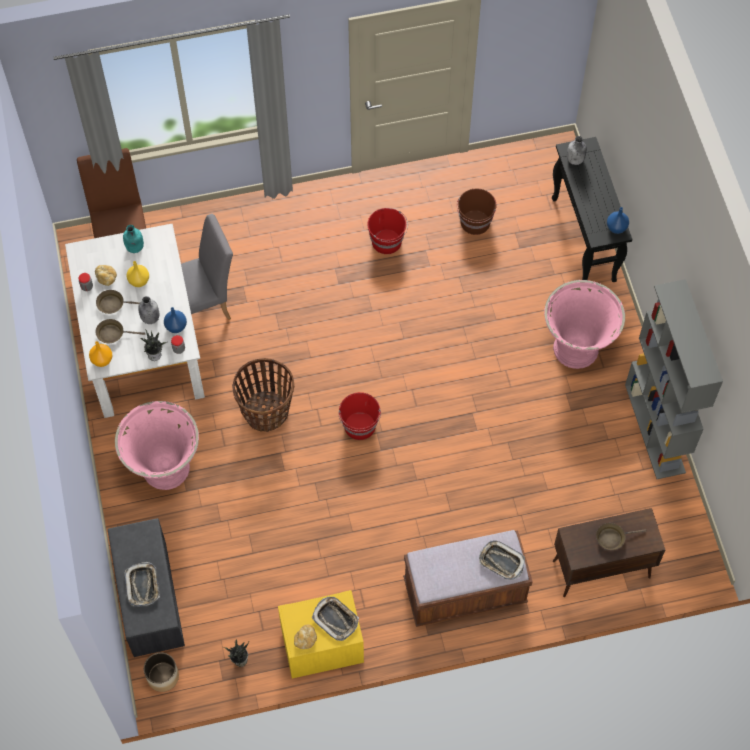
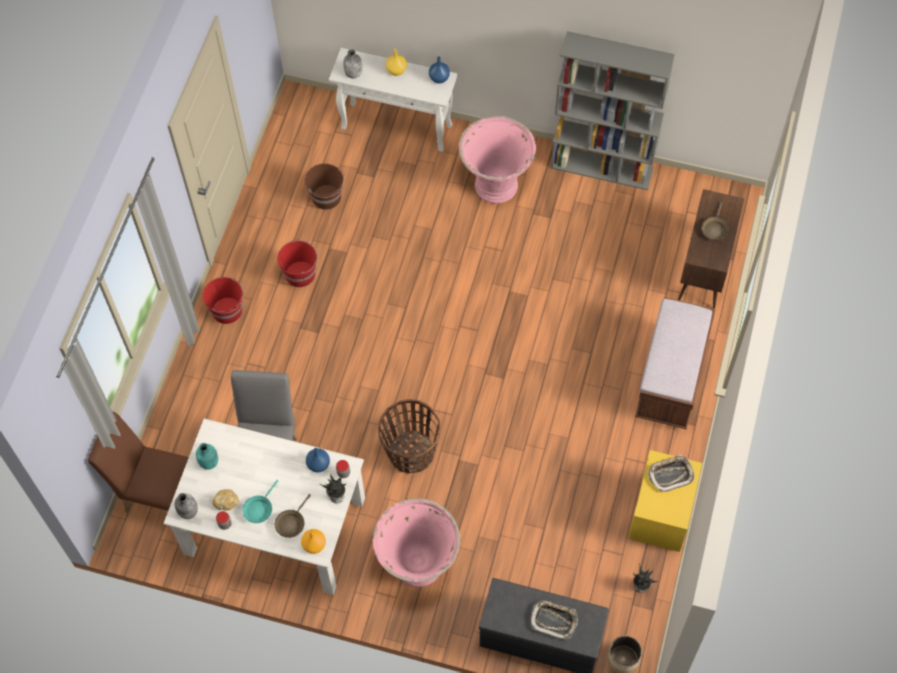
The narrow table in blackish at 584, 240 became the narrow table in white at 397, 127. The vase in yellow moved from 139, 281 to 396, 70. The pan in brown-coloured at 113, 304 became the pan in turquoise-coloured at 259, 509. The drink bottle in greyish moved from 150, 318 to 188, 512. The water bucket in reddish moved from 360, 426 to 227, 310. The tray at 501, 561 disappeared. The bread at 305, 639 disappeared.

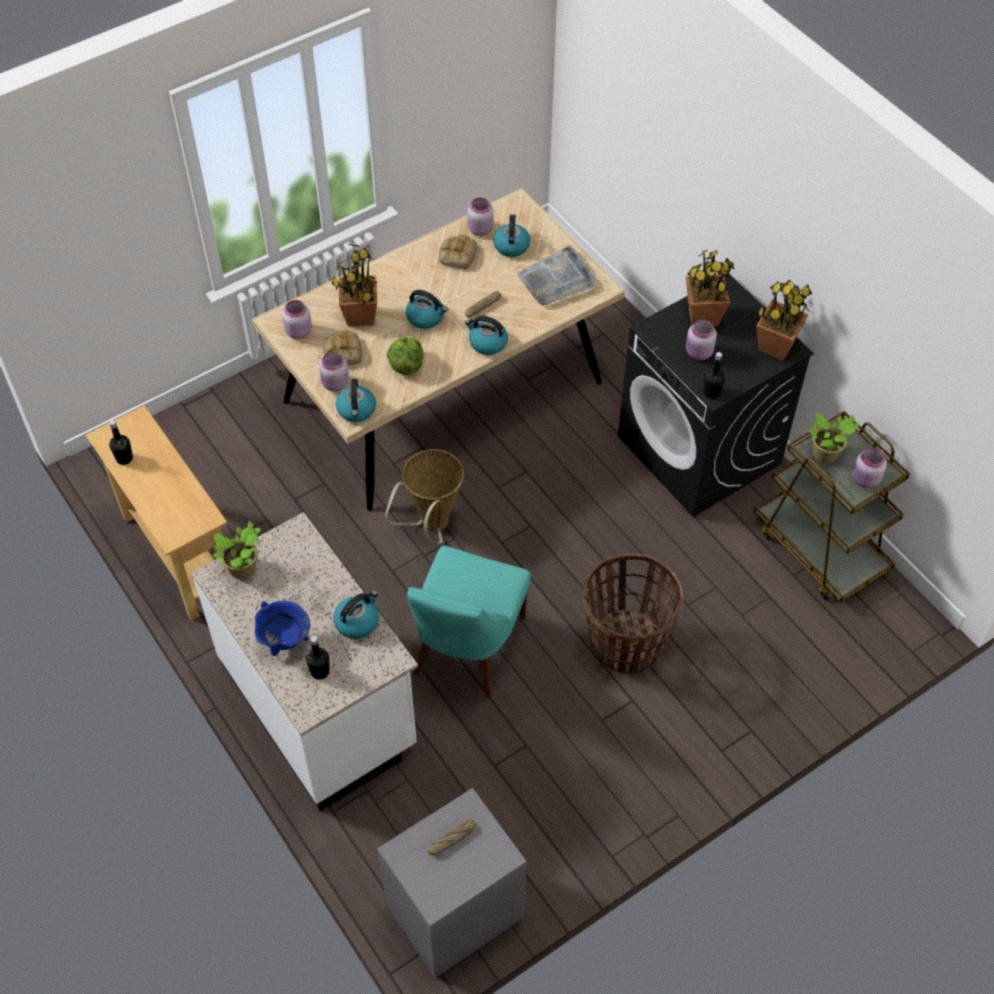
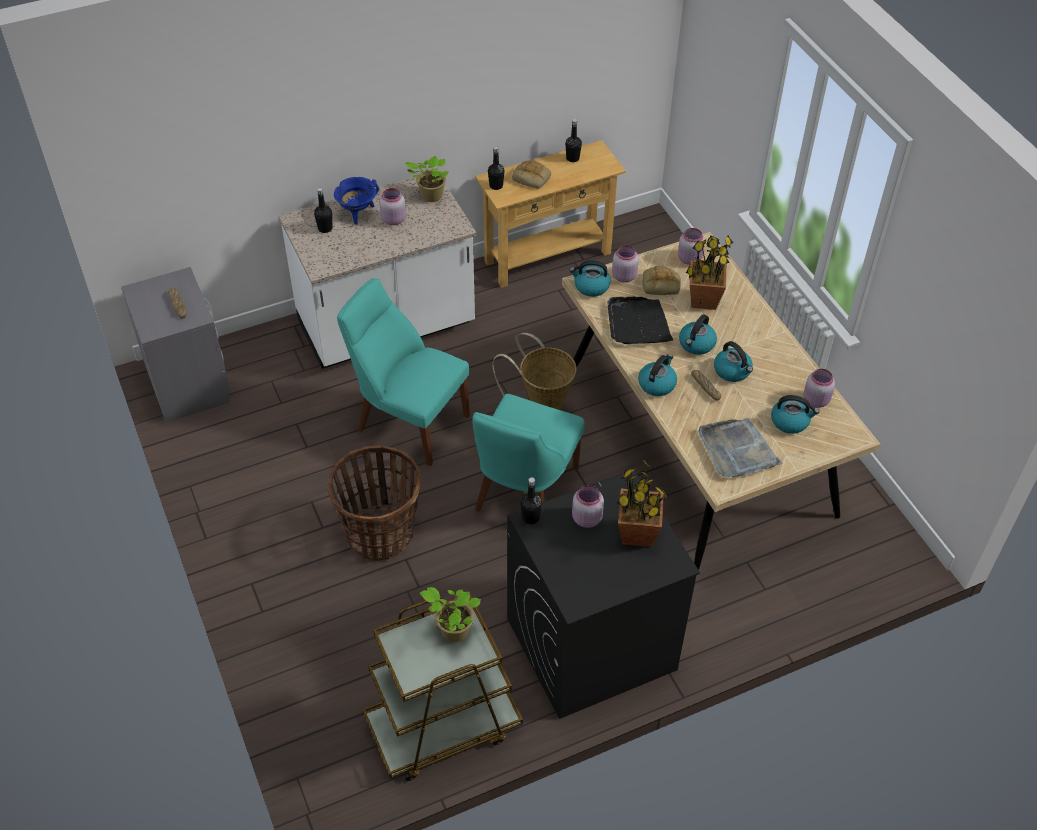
The bread moved from 457, 254 to 532, 177. The houseplant at 775, 346 disappeared. The lettuce head at 406, 365 was replaced by the tray in blackish at 637, 324. The preserve jar in pink-coloured moved from 865, 480 to 393, 219. The kettle moved from 357, 621 to 732, 371. The drink bottle in blackish at 496, 186 appeared. The chair in turquoise-coloured at 523, 492 appeared.

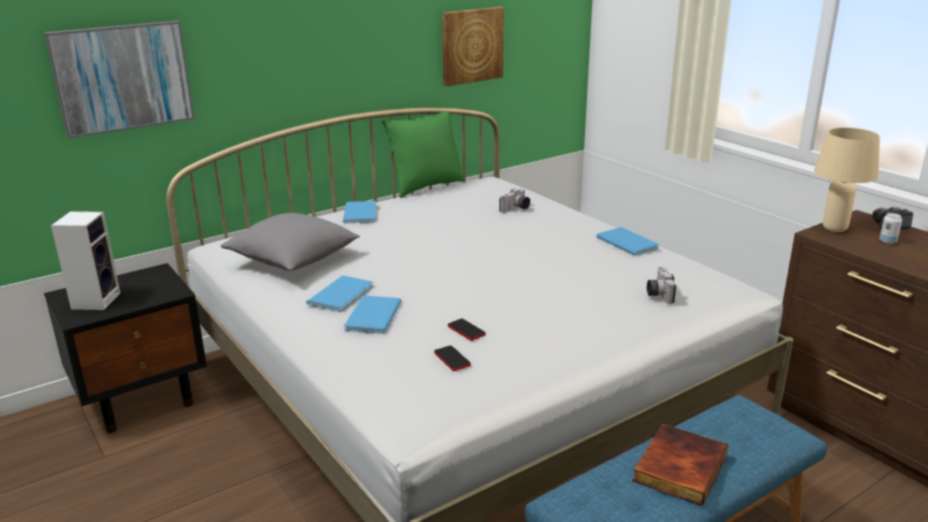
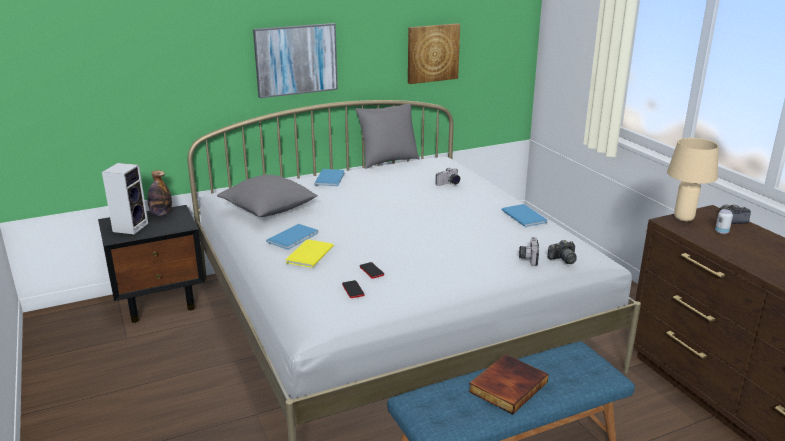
The picture moved from 122, 77 to 296, 59. The cushion in greenish at 425, 187 became the cushion in greyish at 388, 161. The volume in bluish at 371, 316 became the volume in yellow at 308, 255. The drink bottle at 161, 214 appeared. The photo camera at 563, 259 appeared.

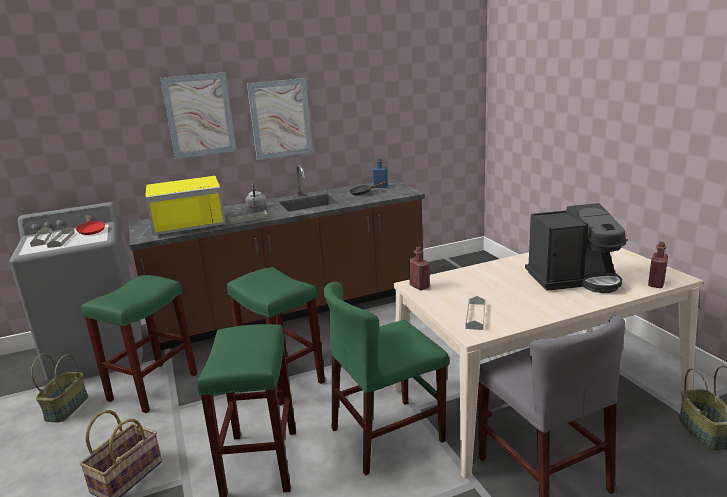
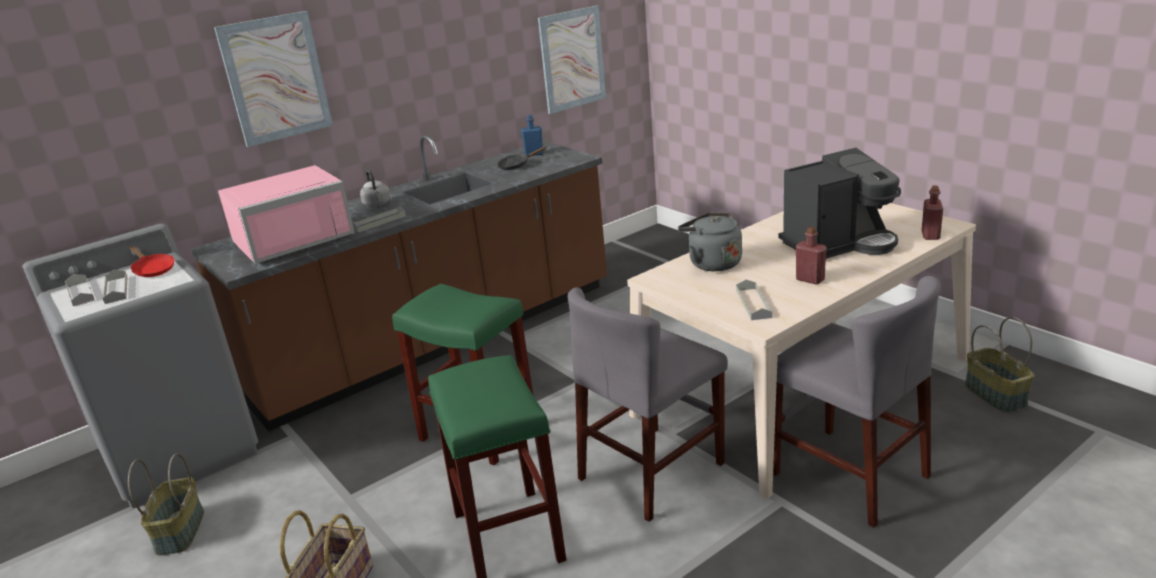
The picture moved from 280, 119 to 572, 59. The microwave in yellow at 189, 222 became the microwave in pink-coloured at 292, 238. The drink bottle in reddish moved from 419, 286 to 810, 279. The sitting stool in greenish at 153, 386 disappeared. The chair in greenish at 387, 435 became the chair in greyish at 651, 471. The kettle in greyish at 712, 263 appeared.

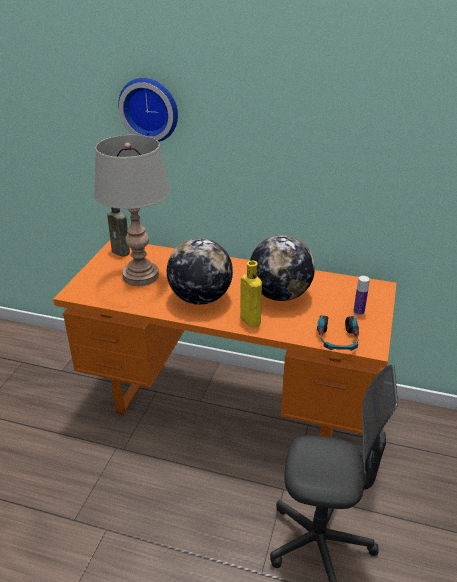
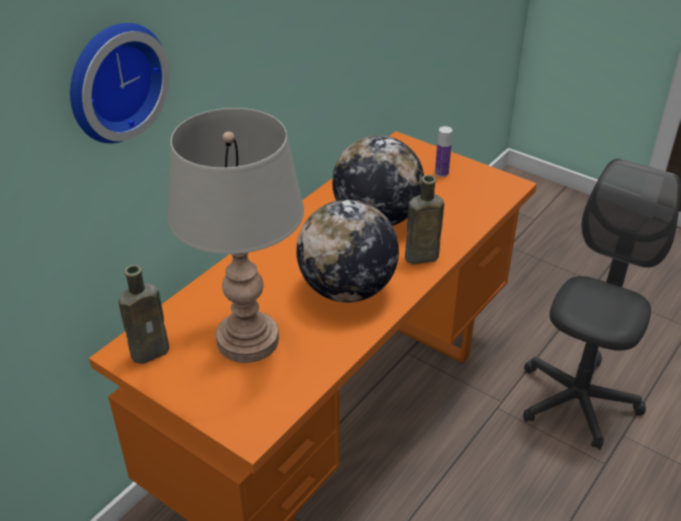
The drink bottle in yellow at 249, 319 became the drink bottle in brown-coloured at 419, 257. The headphones at 337, 340 disappeared.

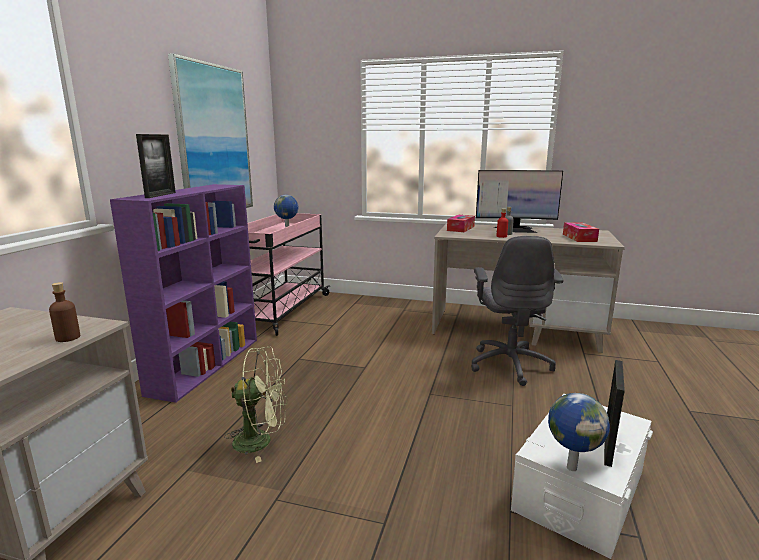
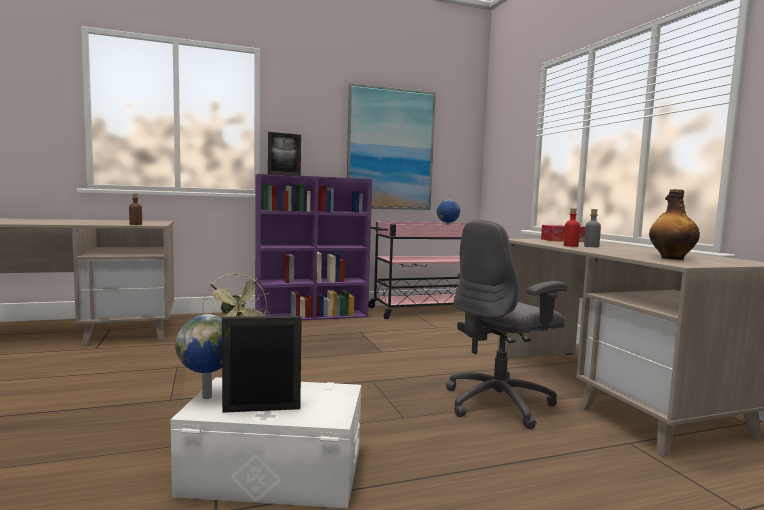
The monitor at 515, 229 disappeared. The box of tissues at 579, 238 was replaced by the drink bottle at 671, 258.

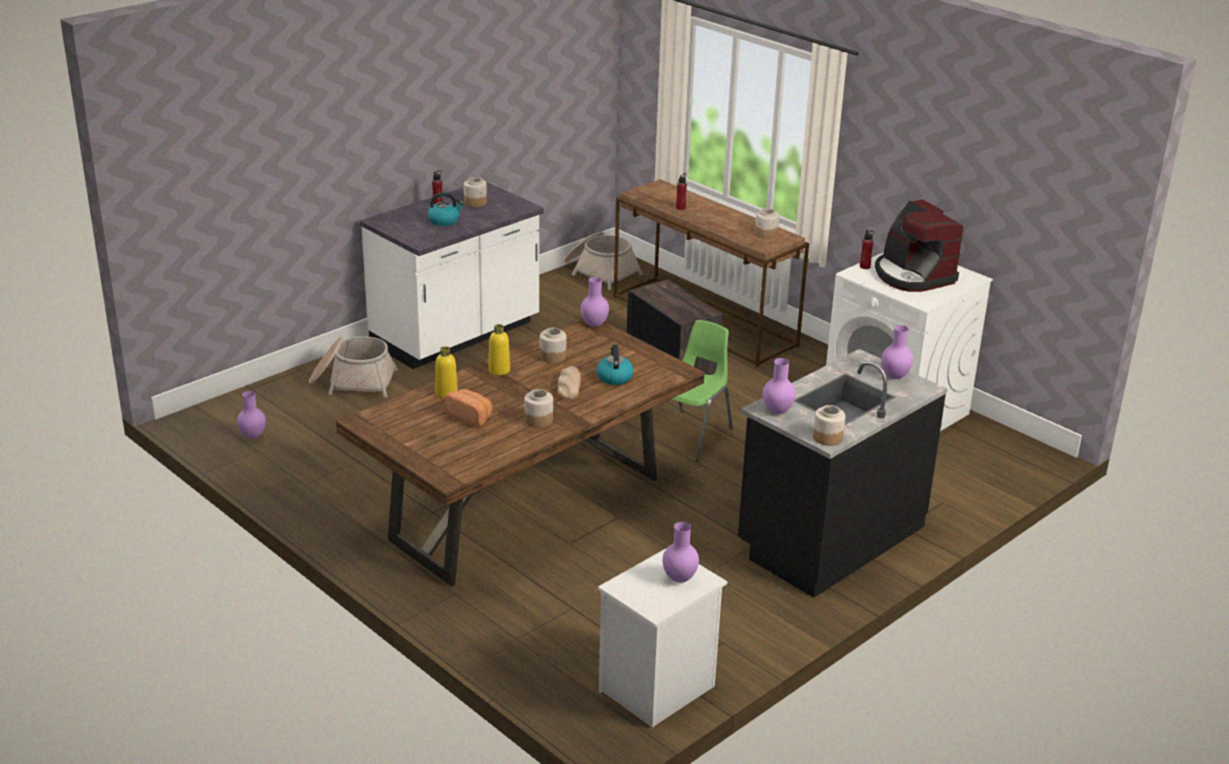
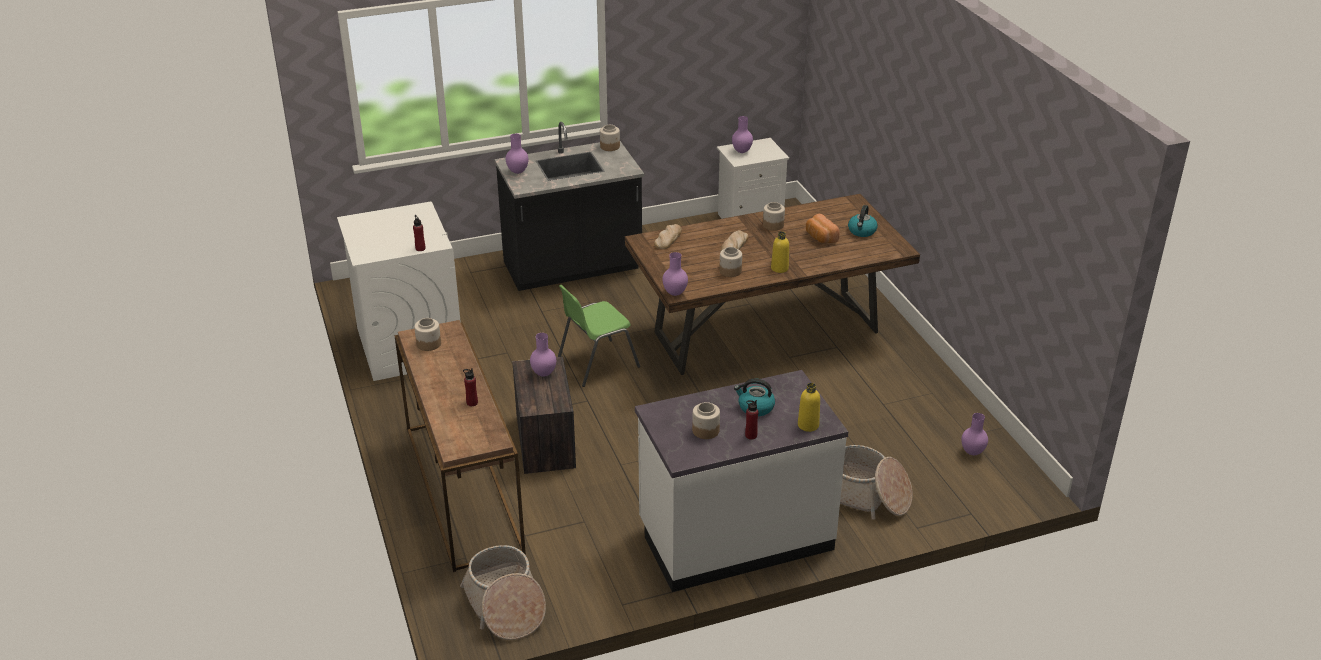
The coffee maker at 913, 275 disappeared. The kettle moved from 614, 377 to 862, 231. The drink bottle in yellow moved from 446, 393 to 808, 425. The vase in purple moved from 778, 411 to 543, 374. The bread at 668, 238 appeared.

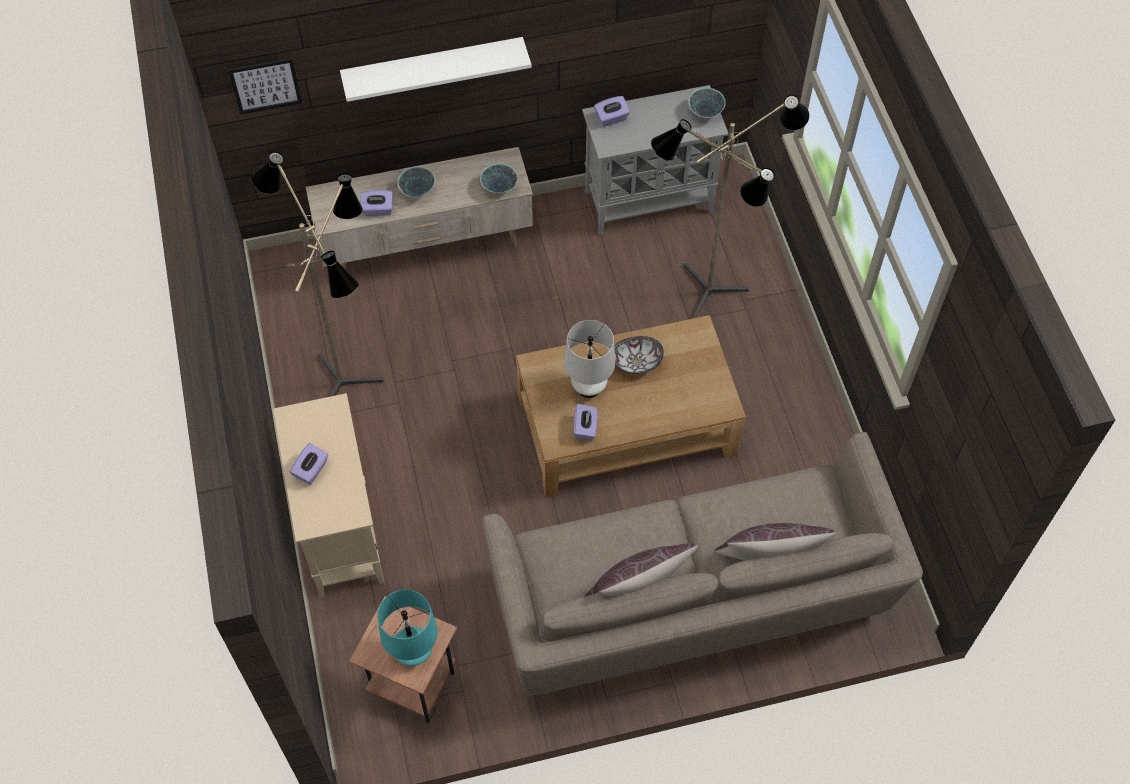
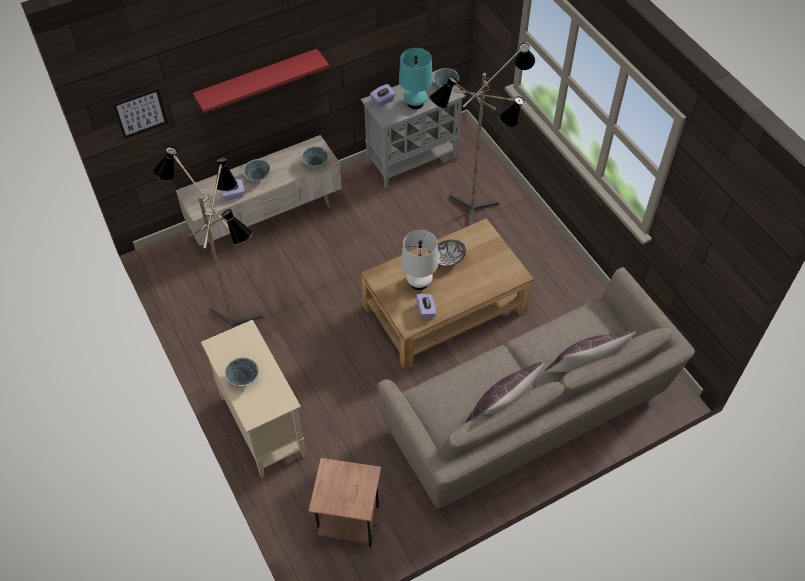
The wall shelf in white at 433, 68 became the wall shelf in reddish at 257, 81. The box of tissues in purple at 311, 470 was replaced by the deep dish at 243, 378. The tabletop lamp in turquoise-coloured moved from 413, 652 to 415, 103.

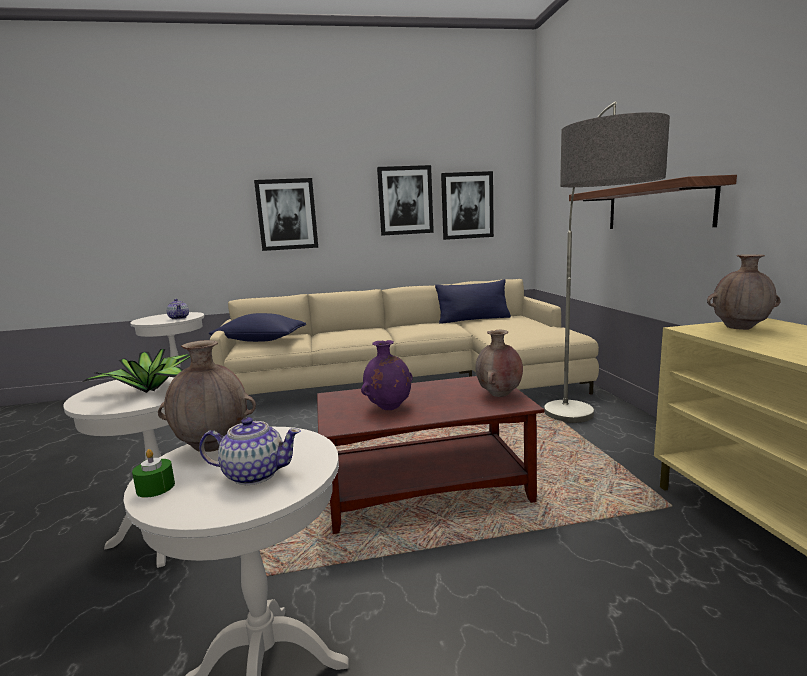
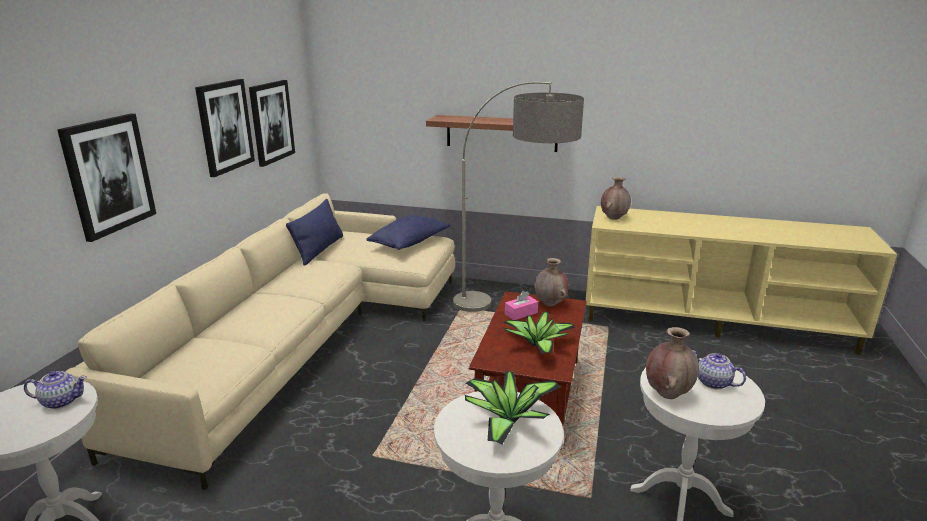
The cushion in bluish moved from 260, 340 to 410, 243. The vase in purple at 388, 408 was replaced by the houseplant at 538, 345. The tea pot at 254, 474 turned 75 degrees counterclockwise. The candle in greenish at 155, 487 disappeared. The box of tissues in pink-coloured at 521, 313 appeared.

